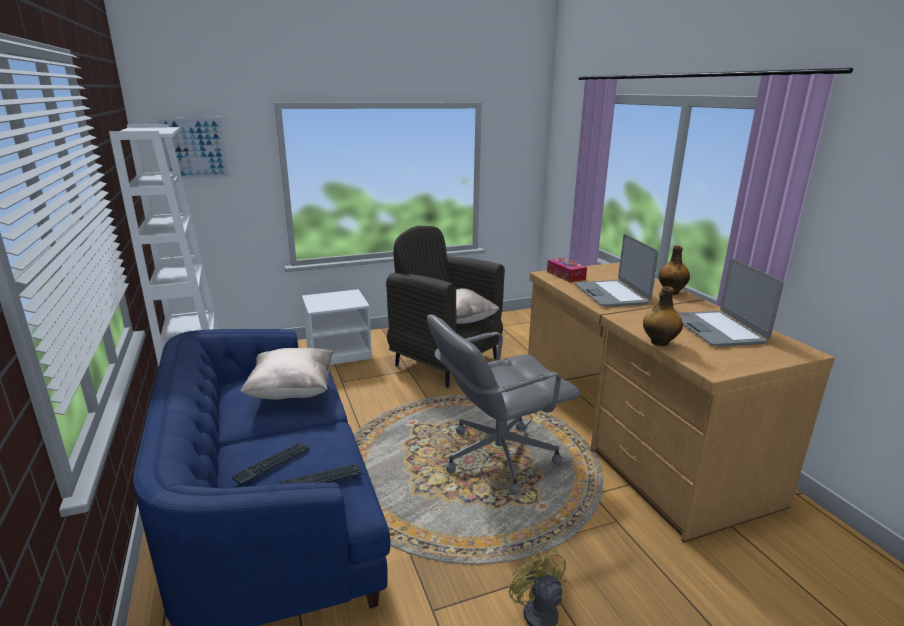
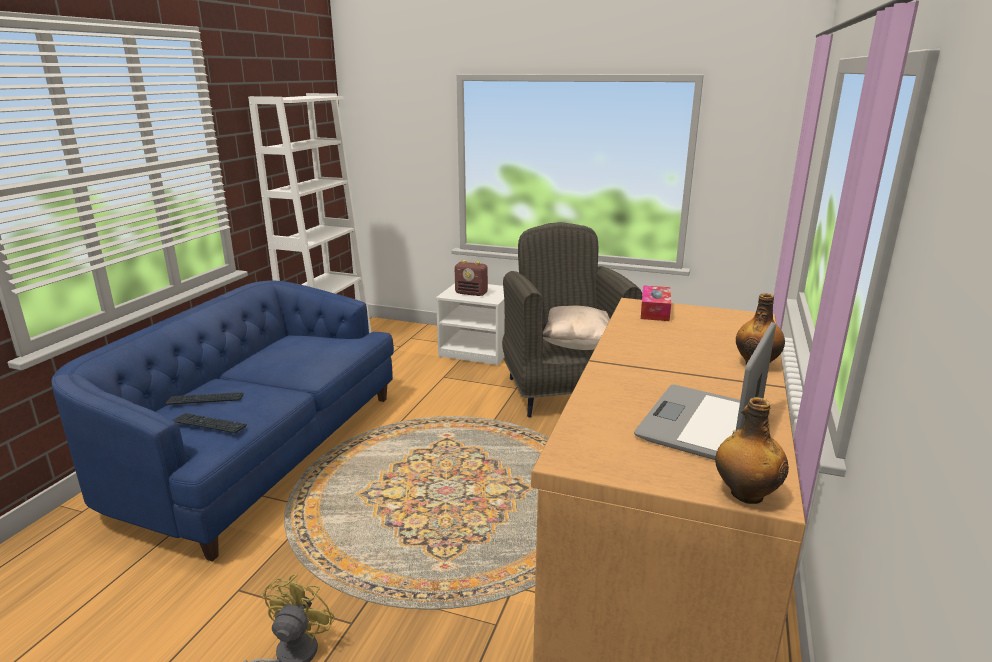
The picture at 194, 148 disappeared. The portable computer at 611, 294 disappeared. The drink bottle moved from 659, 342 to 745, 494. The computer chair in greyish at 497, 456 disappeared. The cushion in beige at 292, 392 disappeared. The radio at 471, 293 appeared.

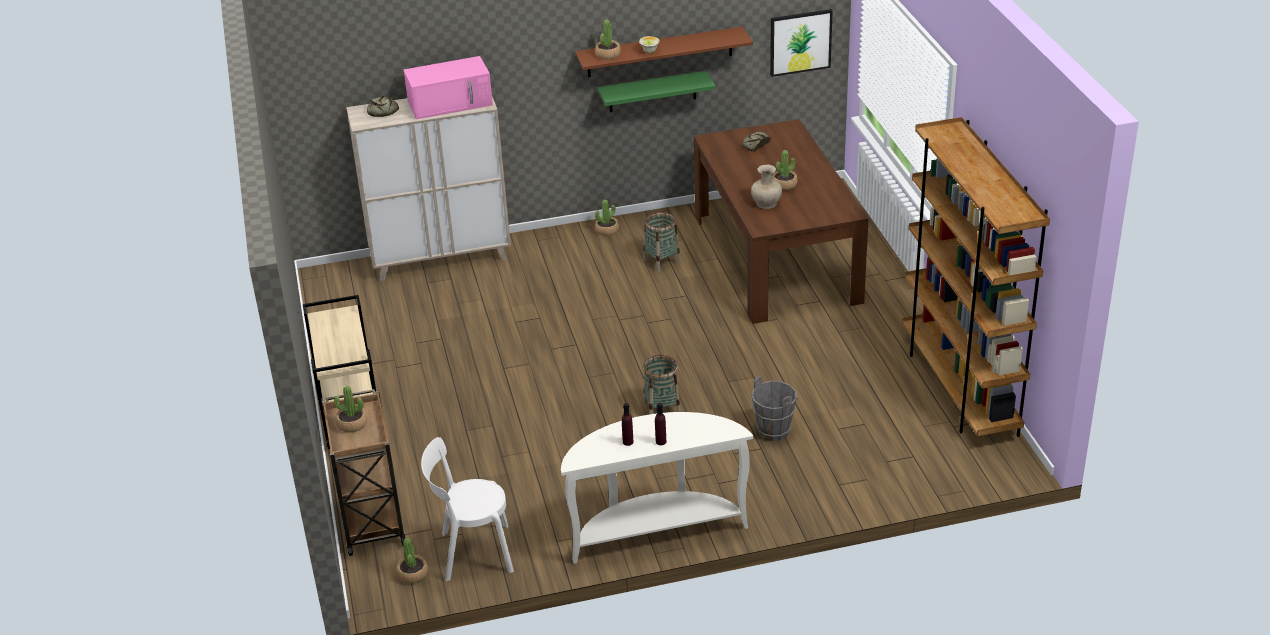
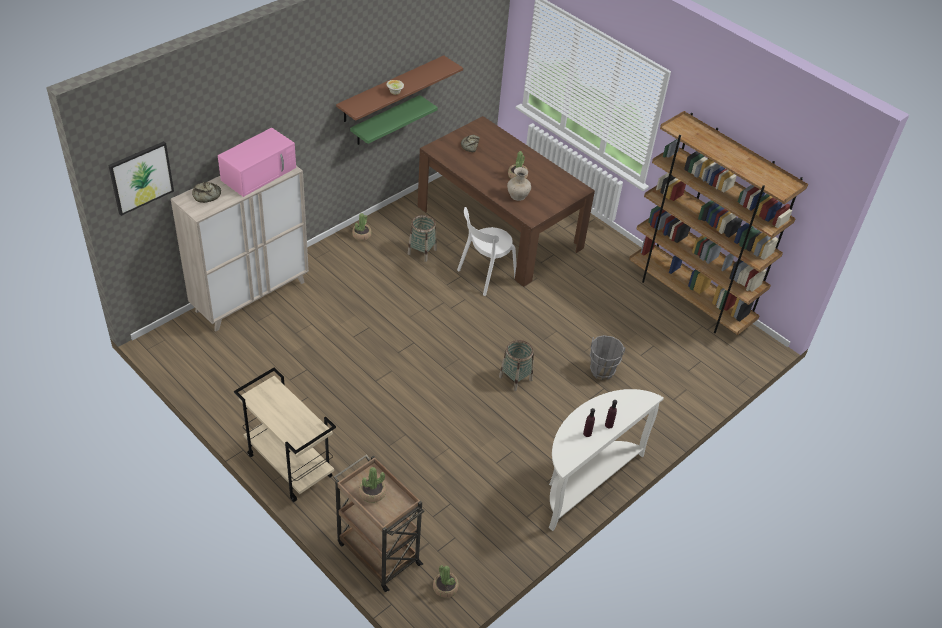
The picture moved from 800, 42 to 141, 177. The houseplant at 608, 55 disappeared. The chair in white moved from 472, 553 to 484, 275.

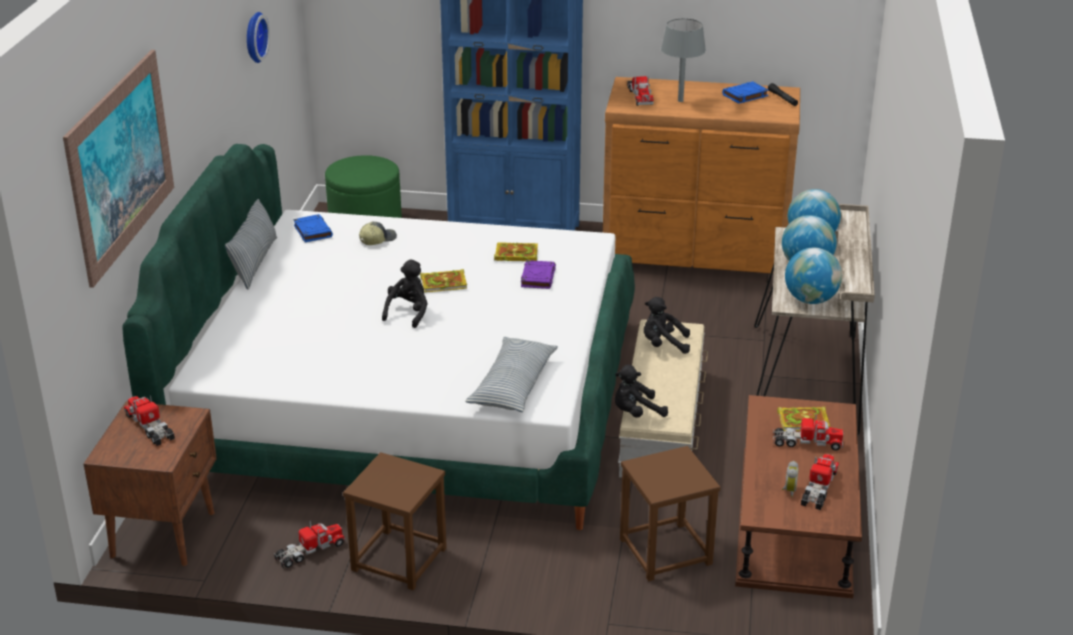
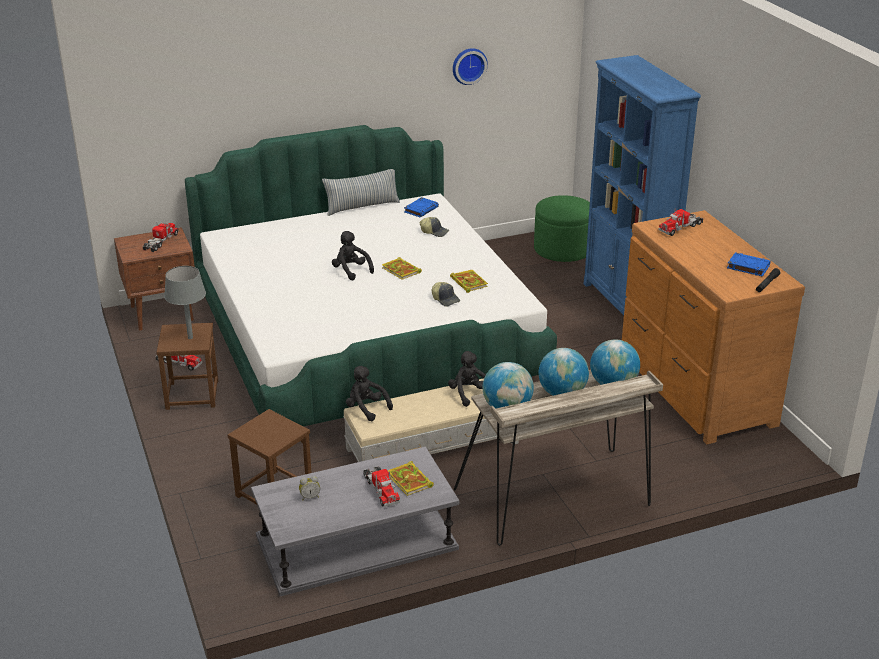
The tabletop lamp in greyish moved from 680, 101 to 190, 338. The picture at 121, 164 disappeared. The plush toy in blackish at 408, 313 turned 120 degrees counterclockwise. The volume in purple at 538, 277 was replaced by the cap at 445, 299. The cushion at 513, 385 disappeared. The low table in brown-coloured at 794, 519 became the low table in greyish at 357, 542. The toy truck at 819, 488 disappeared.

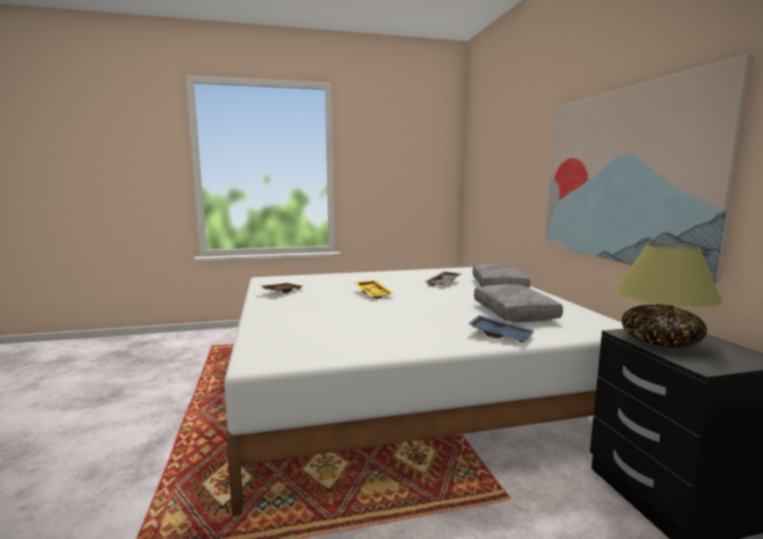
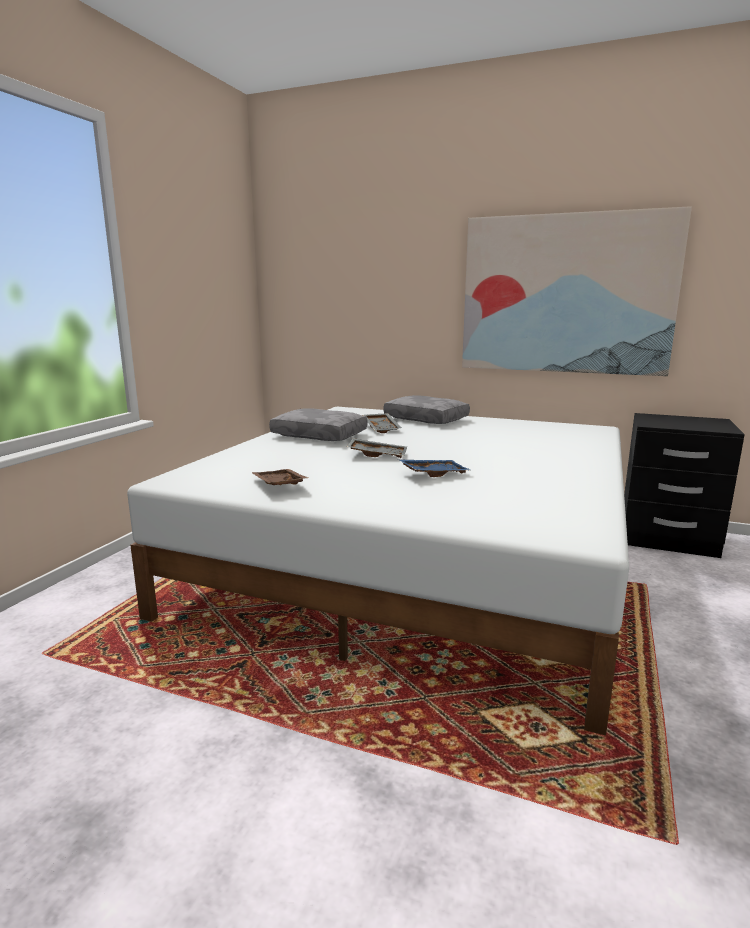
The tabletop lamp at 661, 341 disappeared. The tray in yellow at 374, 294 became the tray in greyish at 377, 455. The cushion in greyish moved from 516, 313 to 320, 435. The tray in bluish moved from 501, 335 to 433, 473.

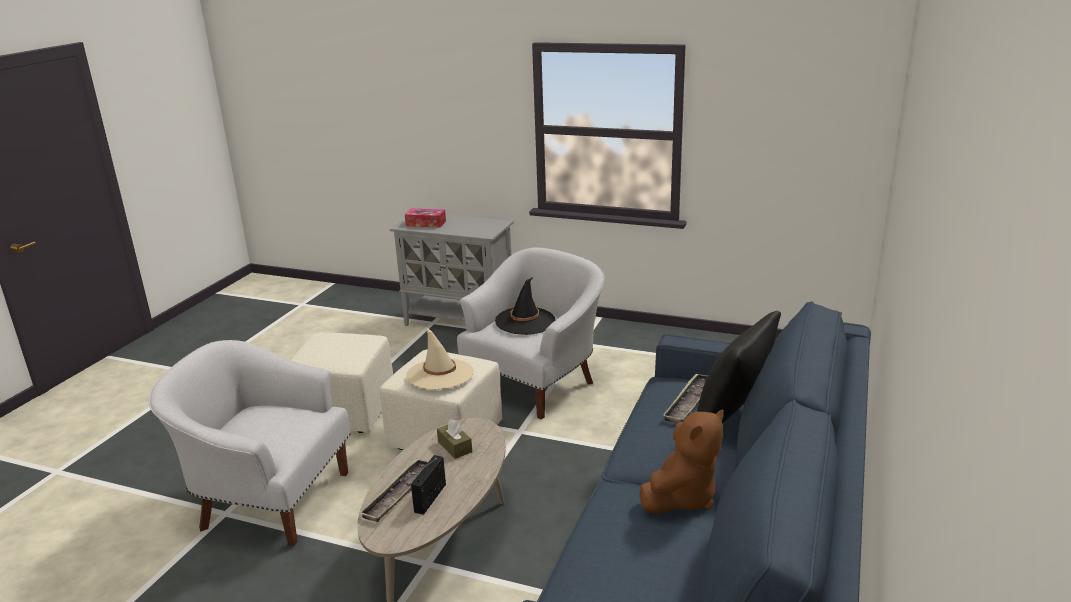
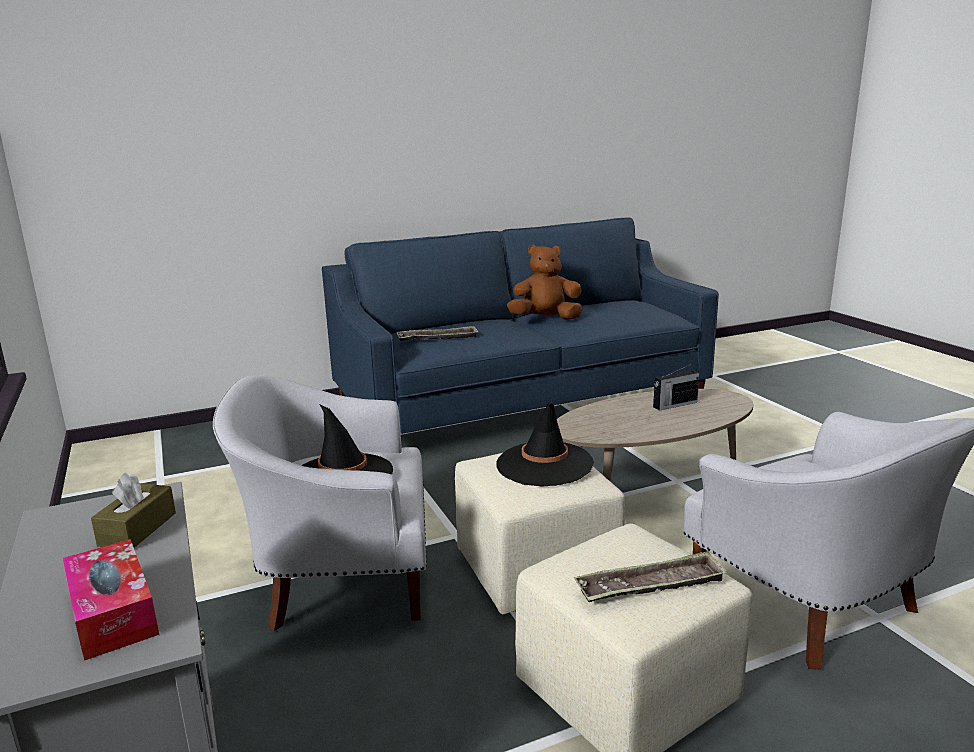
The cushion in blackish at 732, 419 disappeared. The clothing hat in beige at 440, 374 became the clothing hat in blackish at 544, 464. The box of tissues in brown-coloured moved from 455, 447 to 138, 529. The tray moved from 398, 494 to 650, 586.

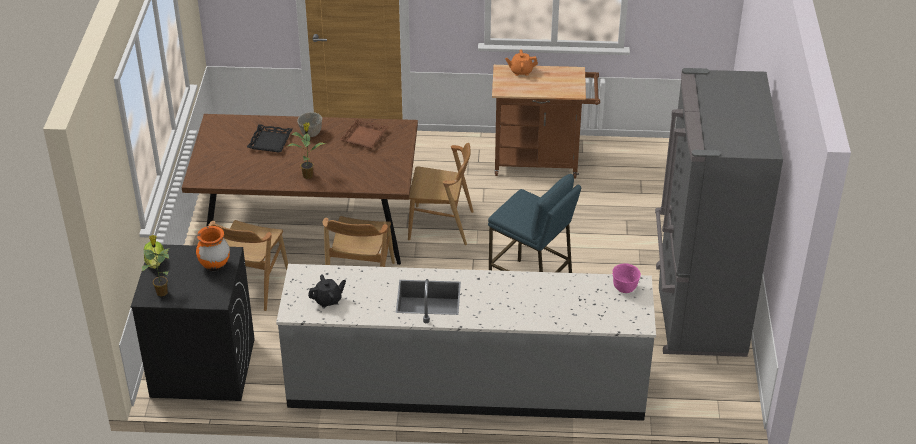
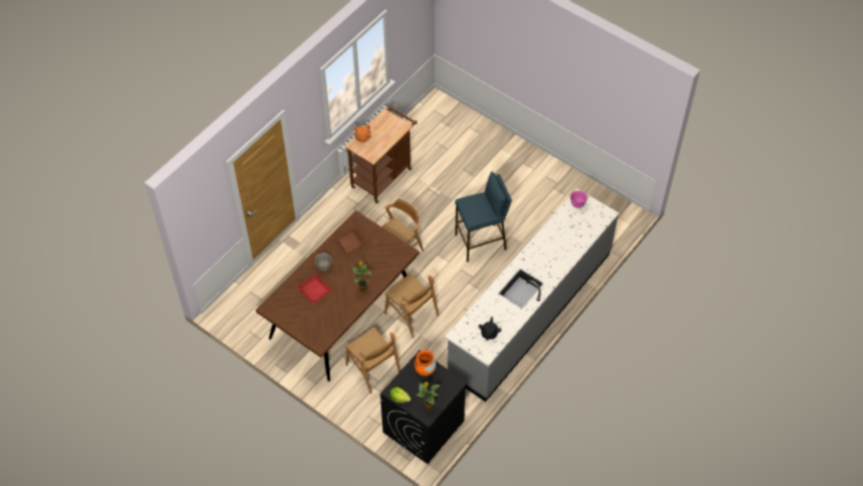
The fridge in greyish at 697, 310 disappeared. The tray in blackish at 270, 142 became the tray in reddish at 314, 290.

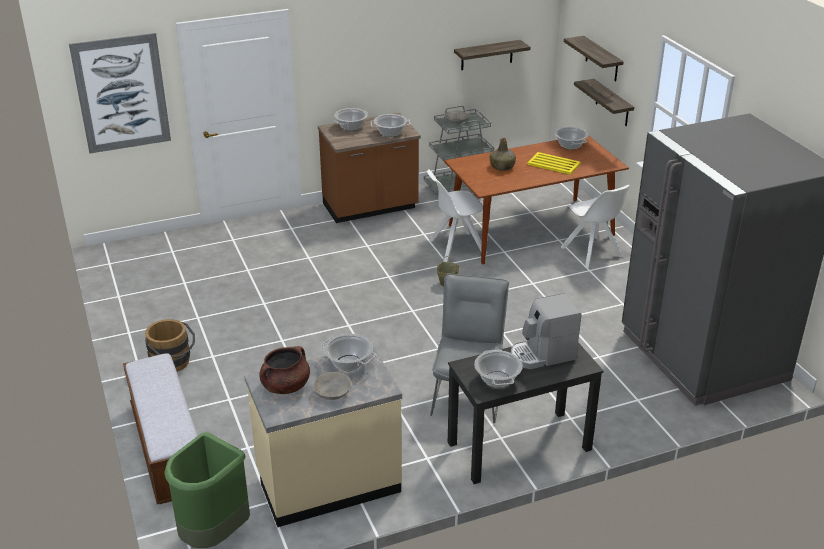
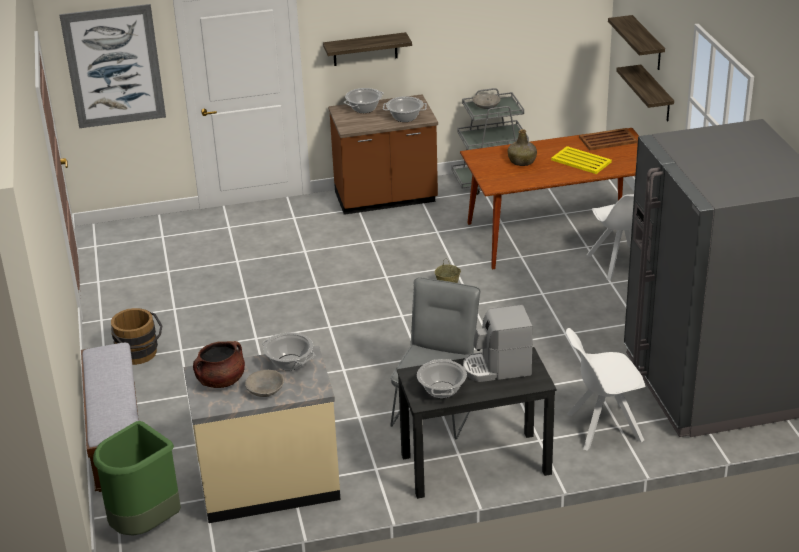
The wall shelf moved from 487, 55 to 365, 49. The cooking pot at 570, 145 was replaced by the tray in brown-coloured at 607, 140. The chair in white moved from 455, 247 to 602, 427.

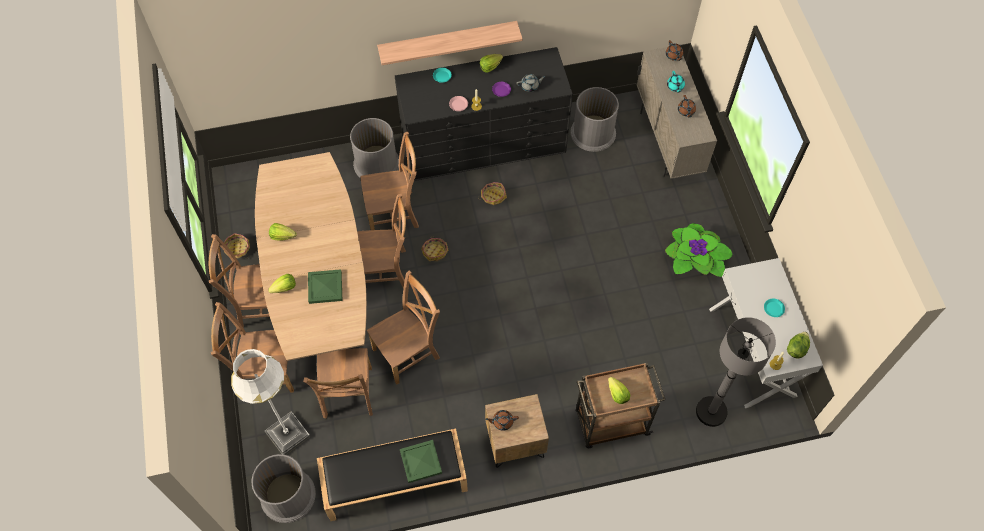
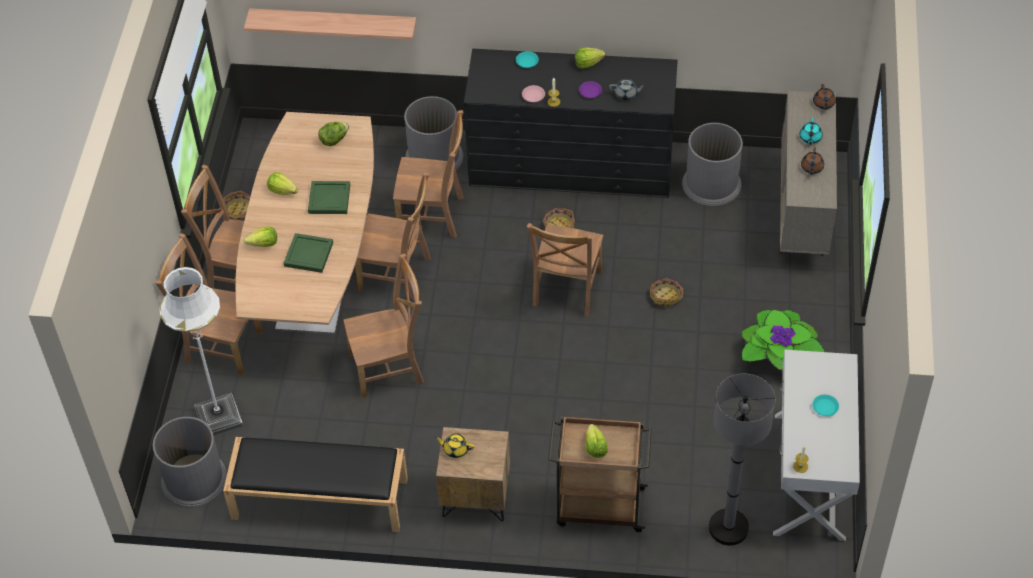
The wall shelf moved from 448, 41 to 333, 23. The storage basket moved from 435, 251 to 666, 296. The lettuce head moved from 796, 348 to 334, 140. The chair in brown-coloured moved from 347, 395 to 566, 290. The tea pot in brown-coloured at 502, 422 became the tea pot in yellow at 455, 449. The tray in greenish moved from 421, 461 to 330, 198.

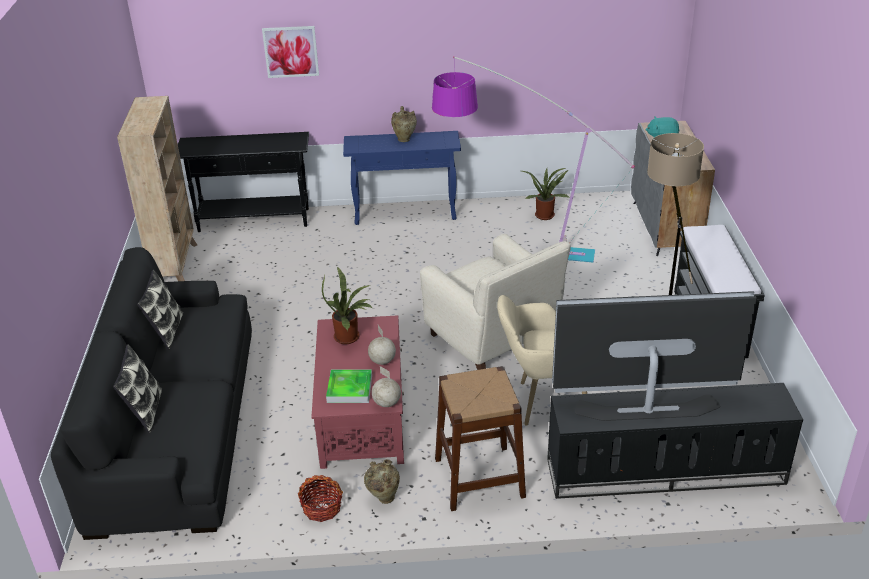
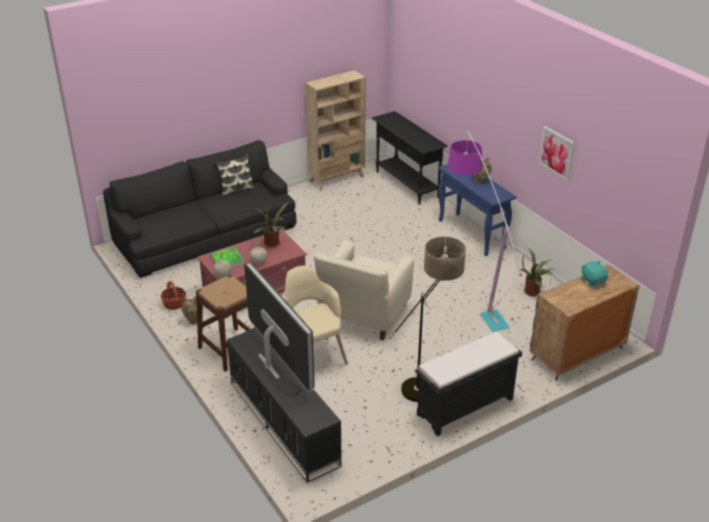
The picture moved from 291, 51 to 556, 152. The cushion at 144, 411 disappeared.

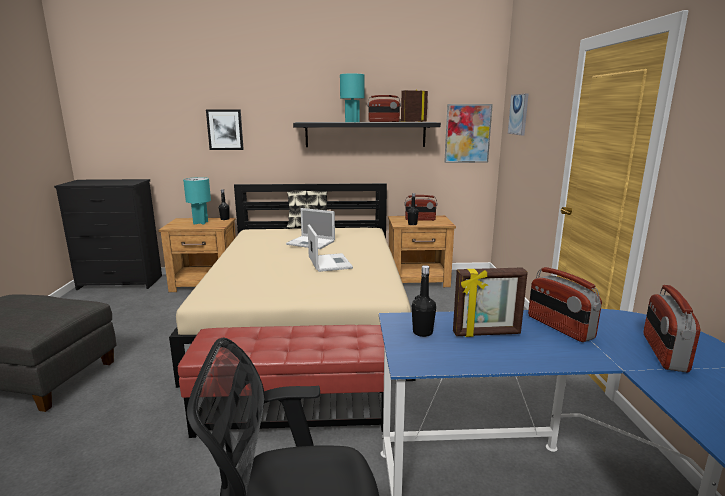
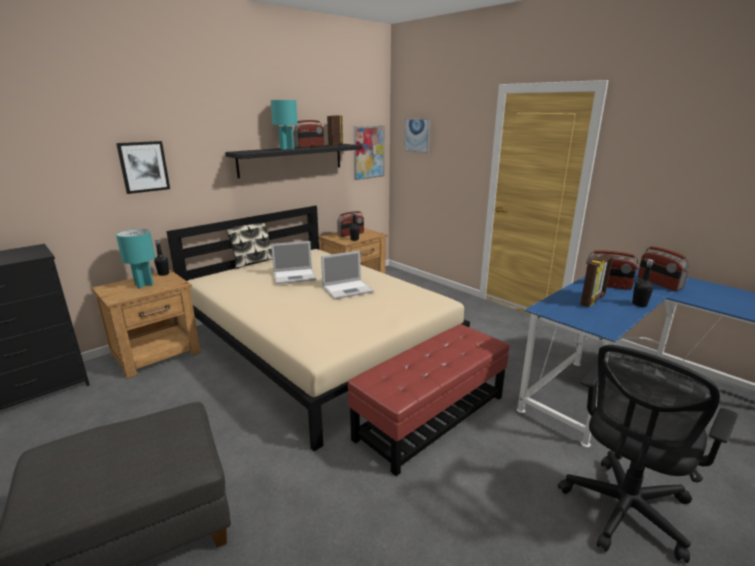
The portable computer at 329, 262 turned 120 degrees clockwise. The drink bottle in blackish moved from 422, 332 to 639, 304.

